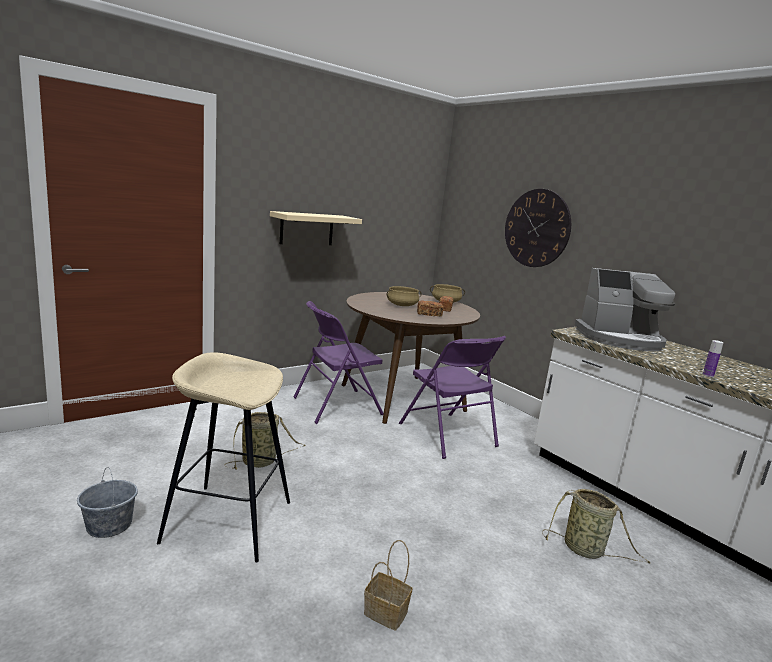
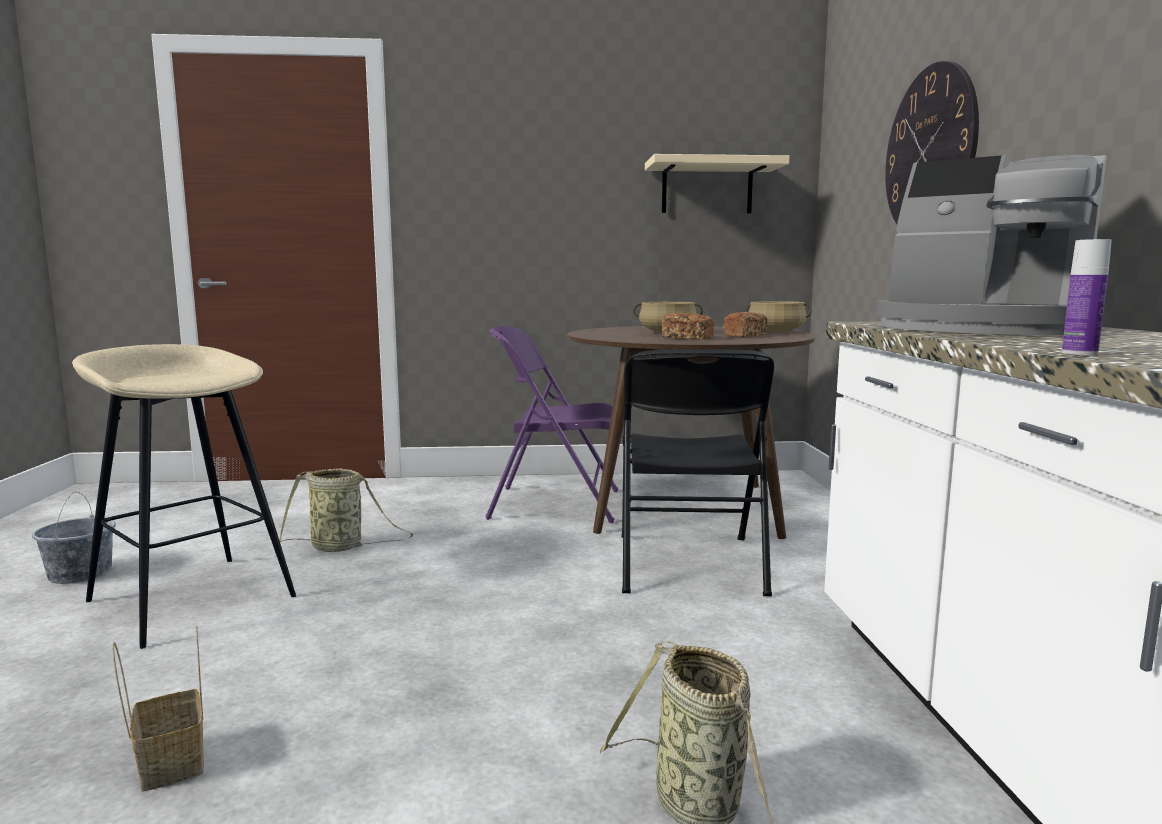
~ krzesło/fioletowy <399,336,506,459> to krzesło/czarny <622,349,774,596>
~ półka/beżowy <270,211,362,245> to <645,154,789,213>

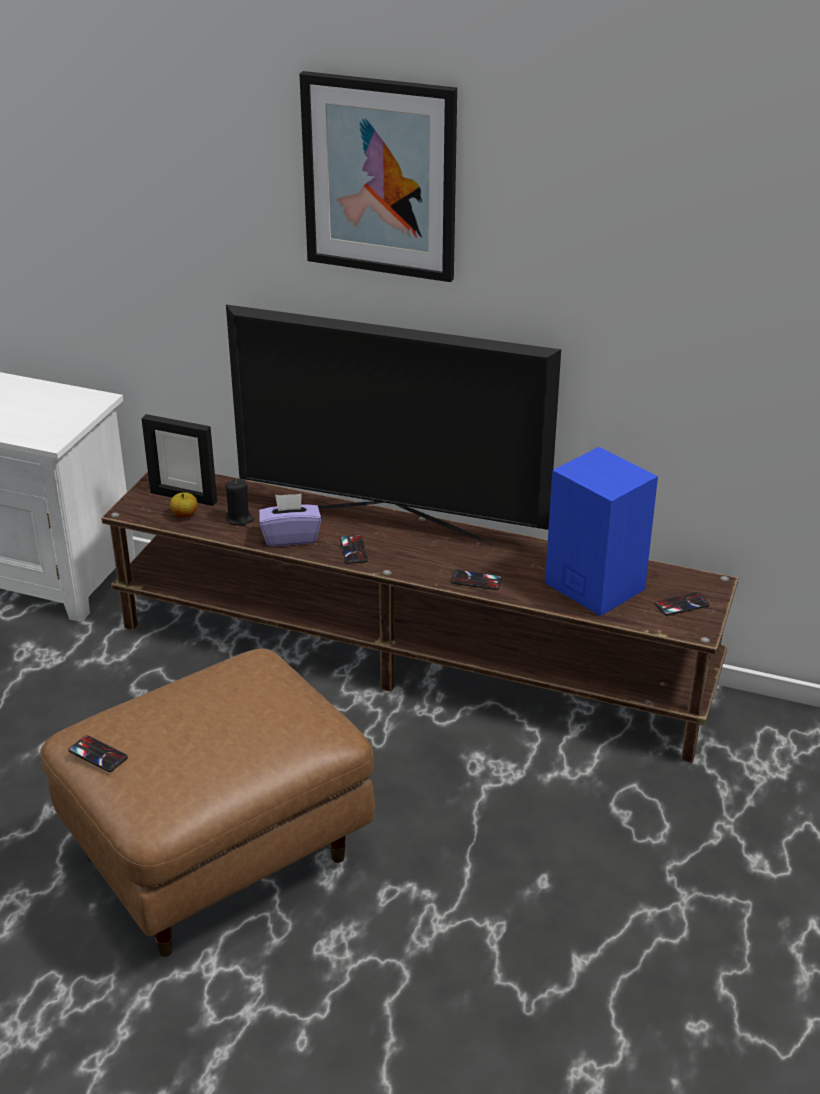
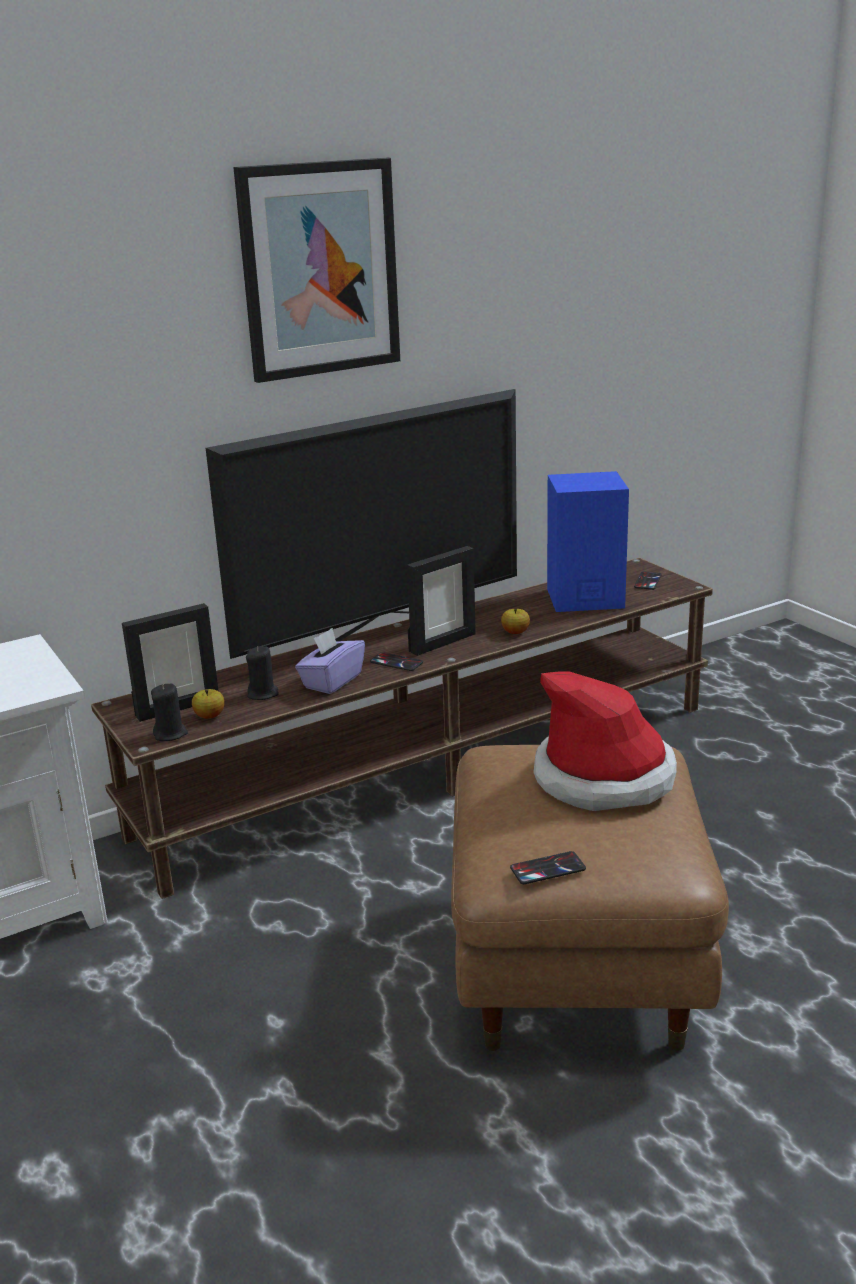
+ świeca/czarny <151,683,188,741>
+ ramka na zdjęcie <407,546,476,656>
~ telefon <450,570,502,590> to jabłko <501,609,530,634>
+ kapelusz <533,671,677,811>

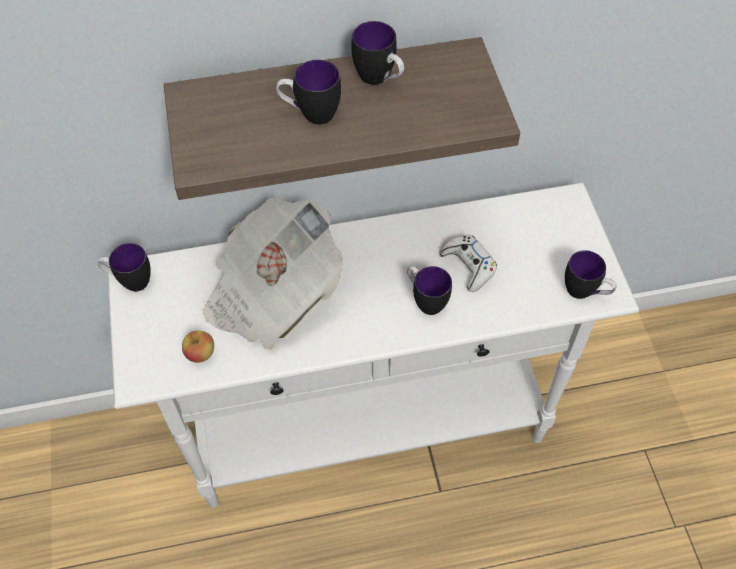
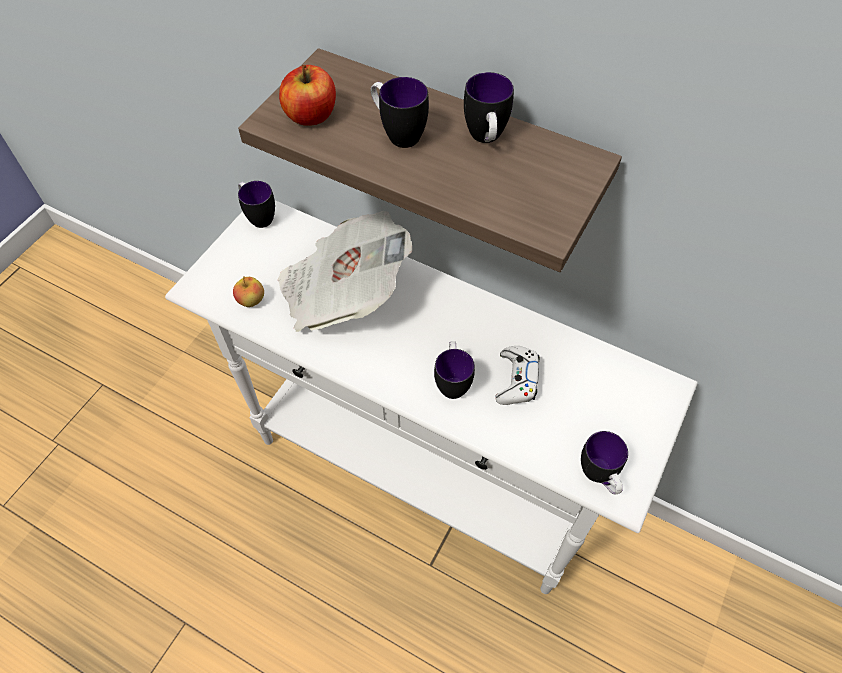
+ jabłko <279,65,336,126>

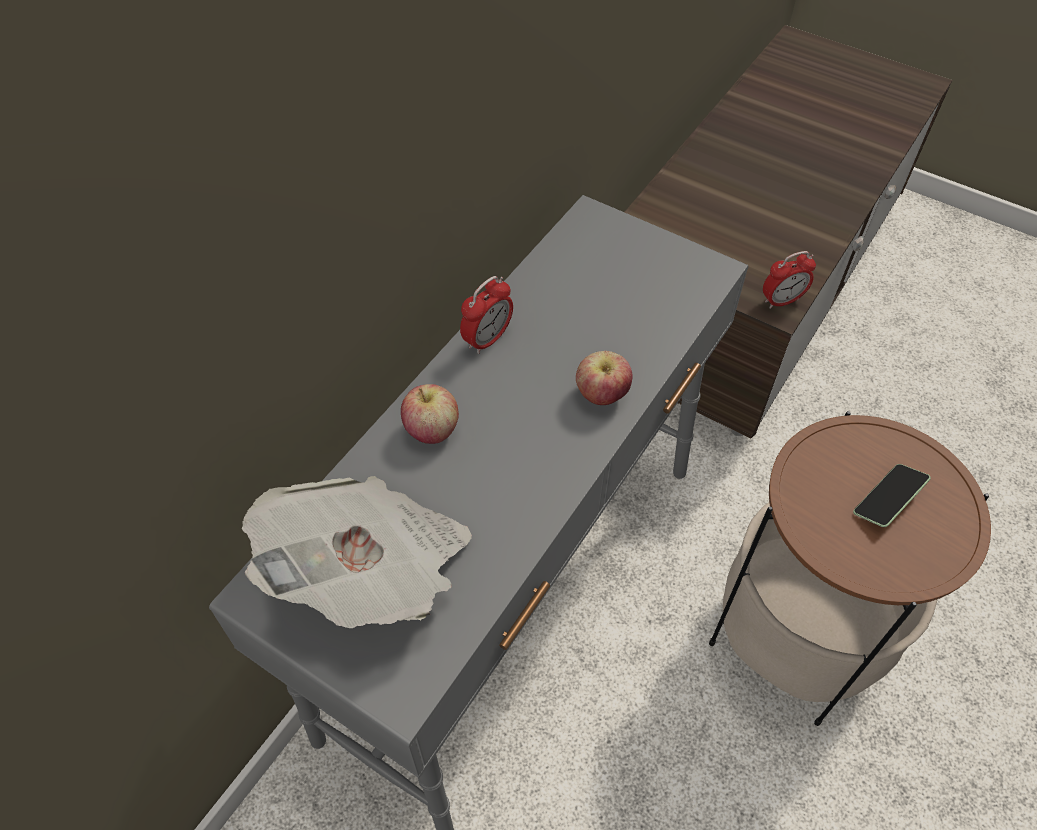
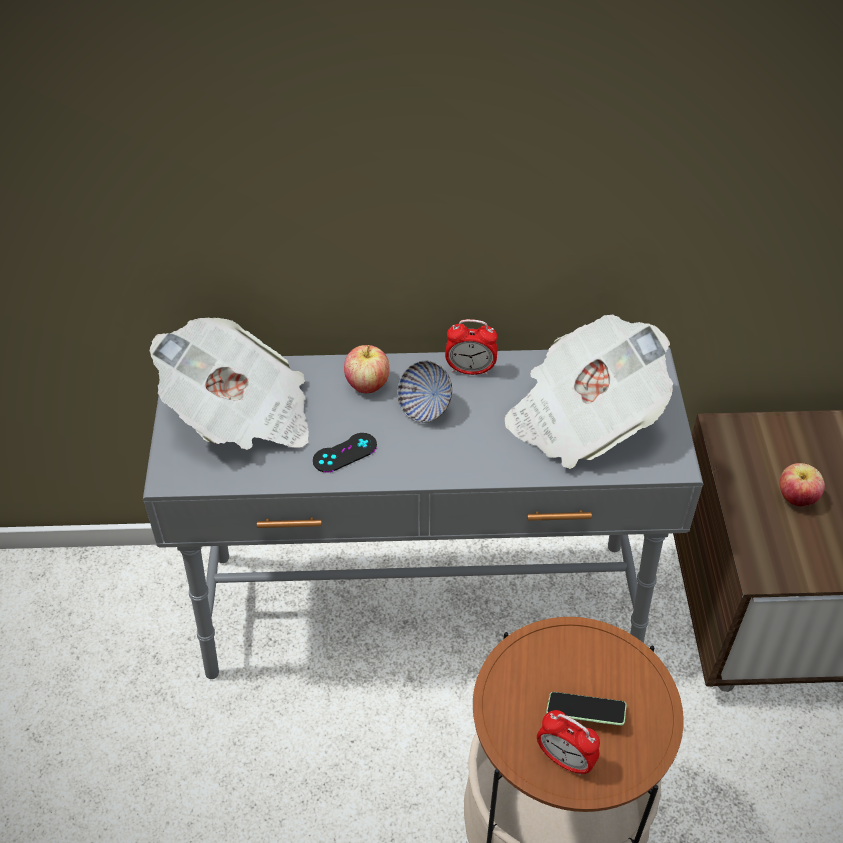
+ pad do gier/czarny <313,433,377,473>
+ miska <397,361,452,423>
+ gazeta <505,314,673,469>
~ budzik <763,251,816,309> to <537,710,600,775>
~ jabłko <576,351,633,405> to <780,463,825,507>

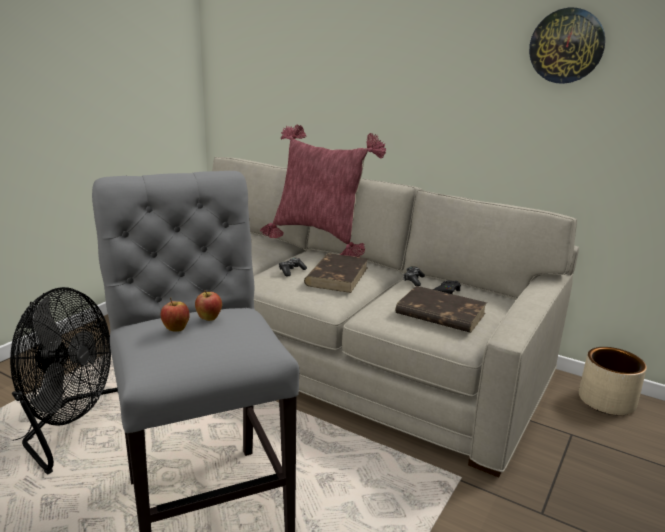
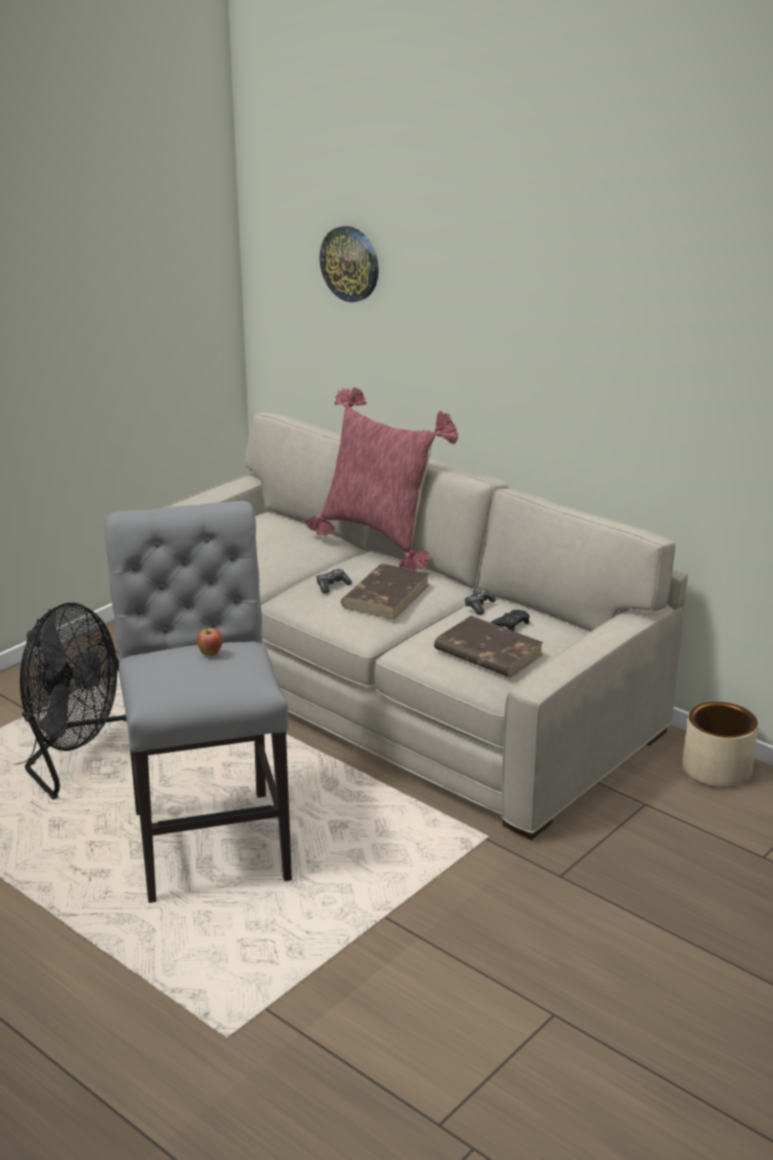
~ zegar ścienny <529,8,605,84> to <320,226,379,302>
- jabłko <161,298,190,332>

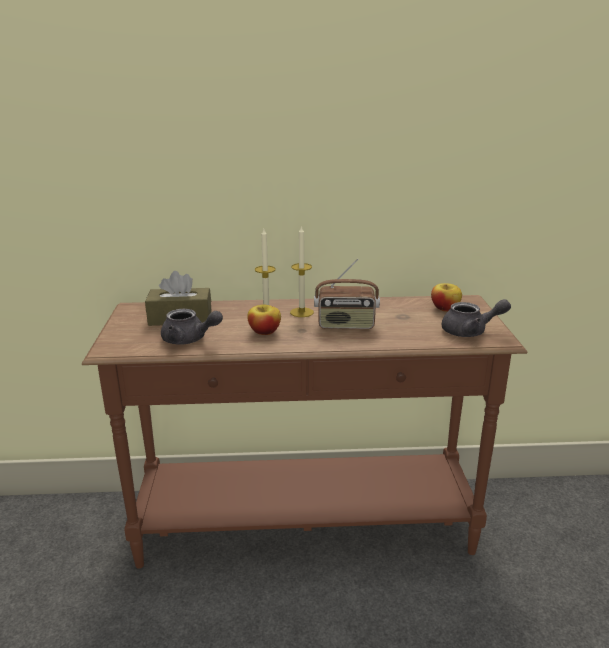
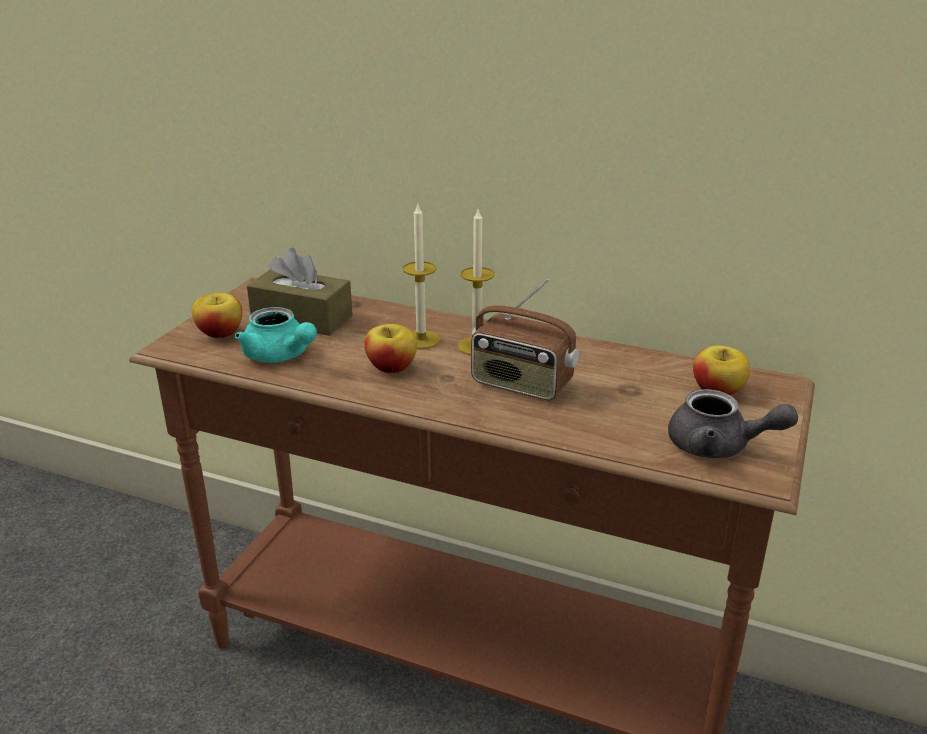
+ jabłko <192,293,242,338>
~ imbryk/szary <161,309,223,344> to imbryk/turkusowy <235,307,317,363>

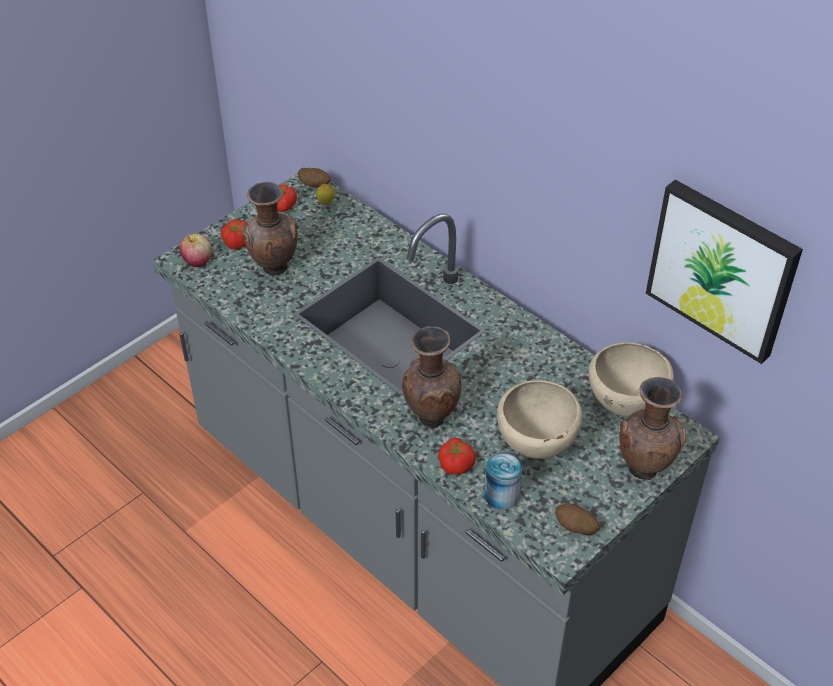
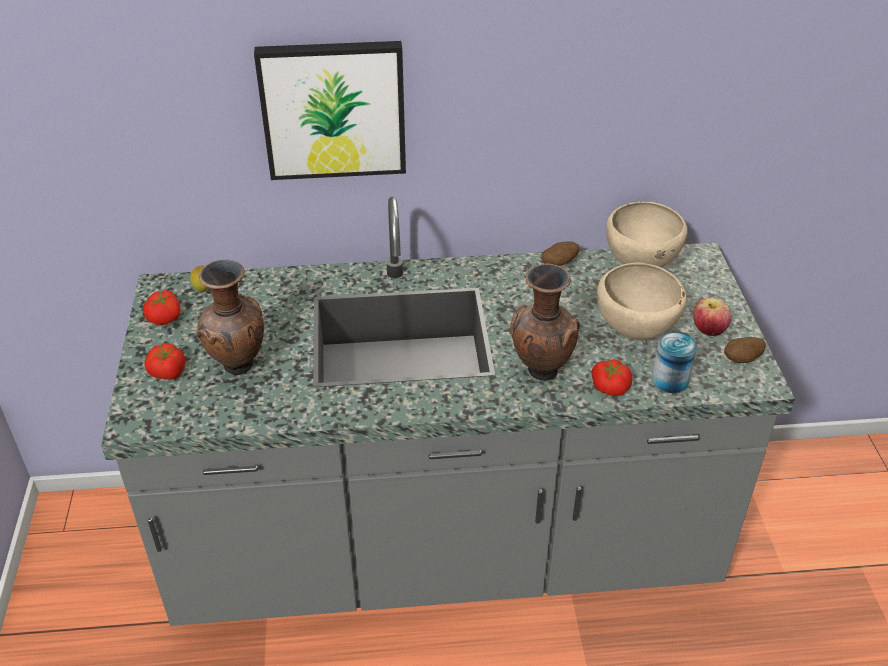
~ obraz <646,180,803,364> to <254,41,406,180>
~ ziemniak <298,168,330,188> to <541,241,580,266>
~ jabłko <180,233,212,267> to <693,297,732,336>
- wazon/brązowy <619,377,686,480>

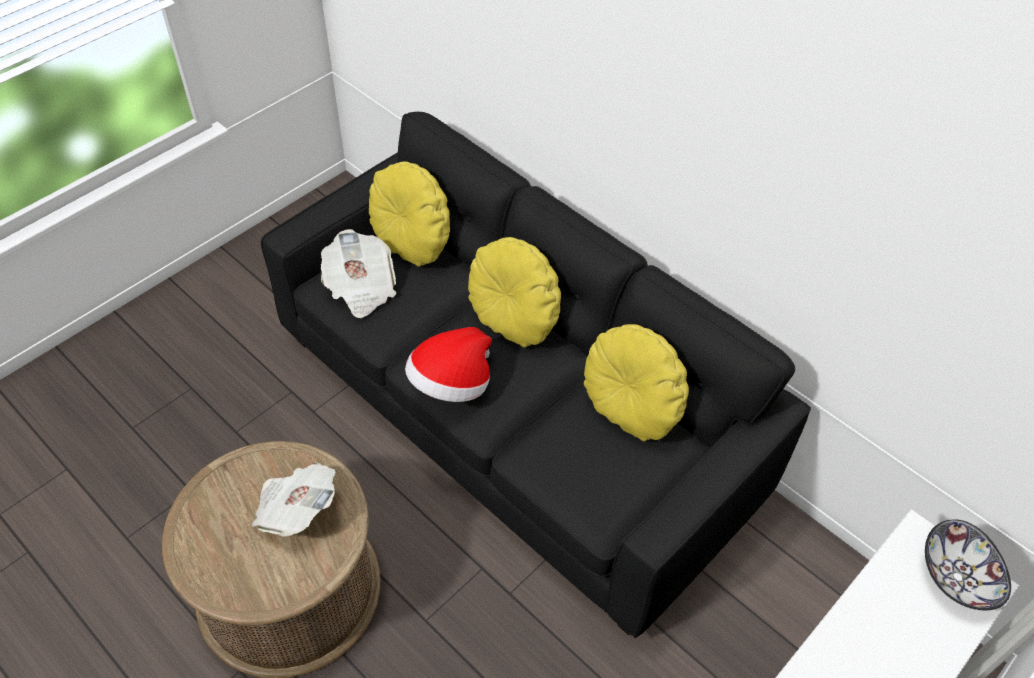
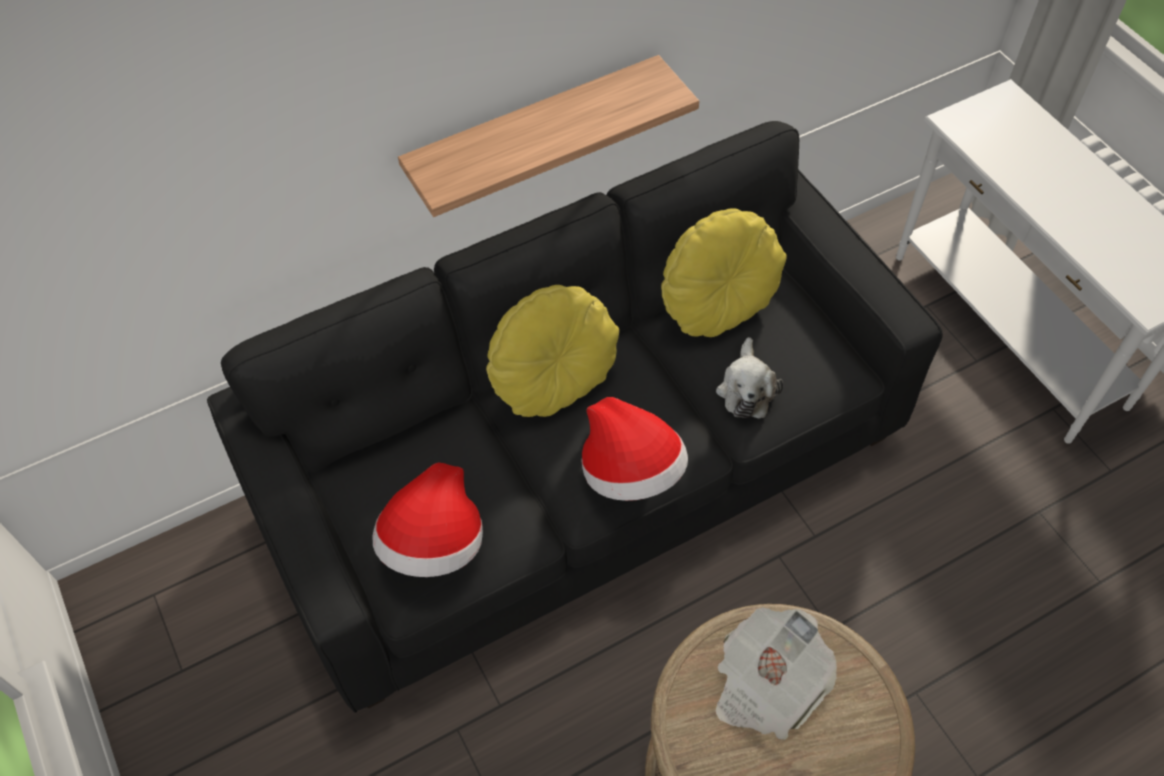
~ gazeta <321,229,396,318> to kapelusz <372,463,483,577>
+ półka <398,55,699,217>
+ pluszak <716,337,783,418>
- poduszka/żółty <369,161,450,267>
- miska <925,519,1011,611>

